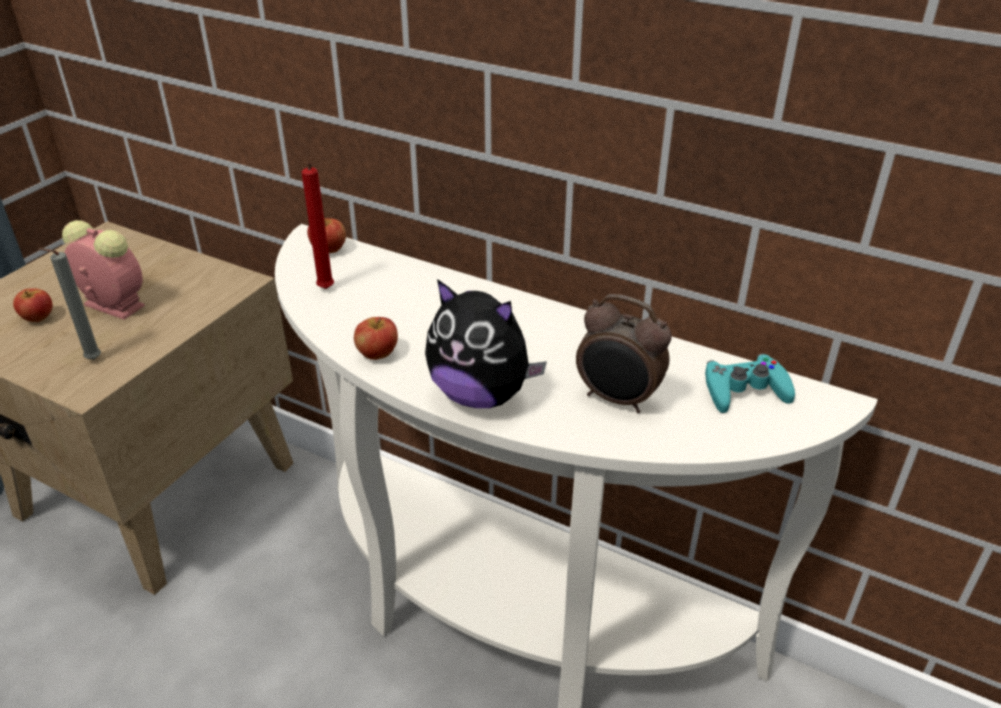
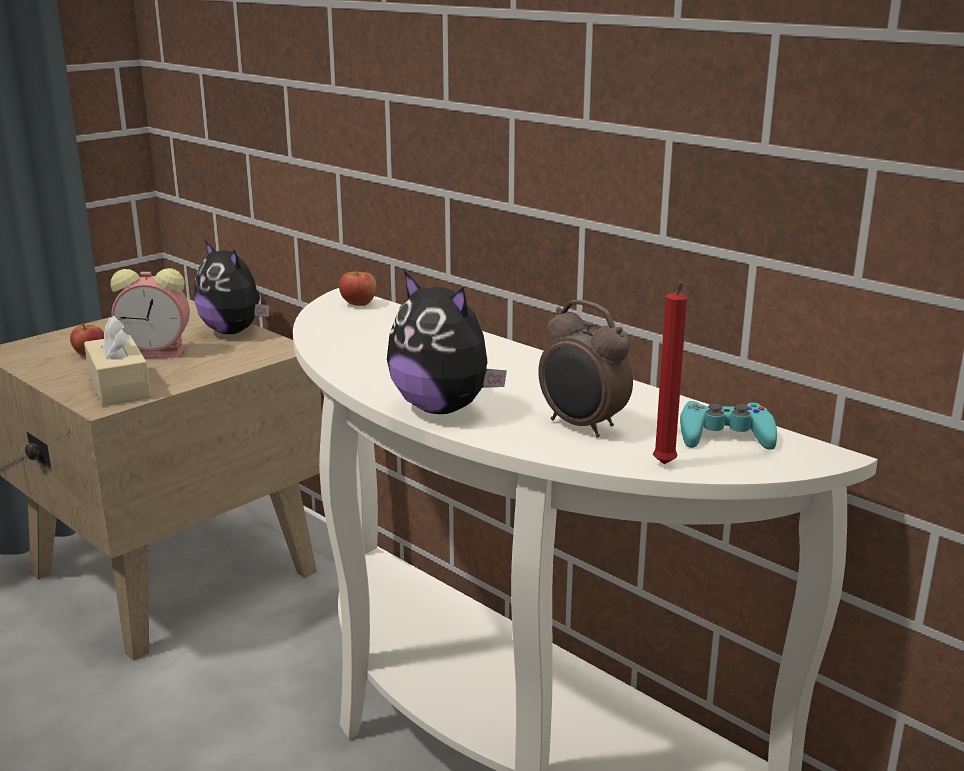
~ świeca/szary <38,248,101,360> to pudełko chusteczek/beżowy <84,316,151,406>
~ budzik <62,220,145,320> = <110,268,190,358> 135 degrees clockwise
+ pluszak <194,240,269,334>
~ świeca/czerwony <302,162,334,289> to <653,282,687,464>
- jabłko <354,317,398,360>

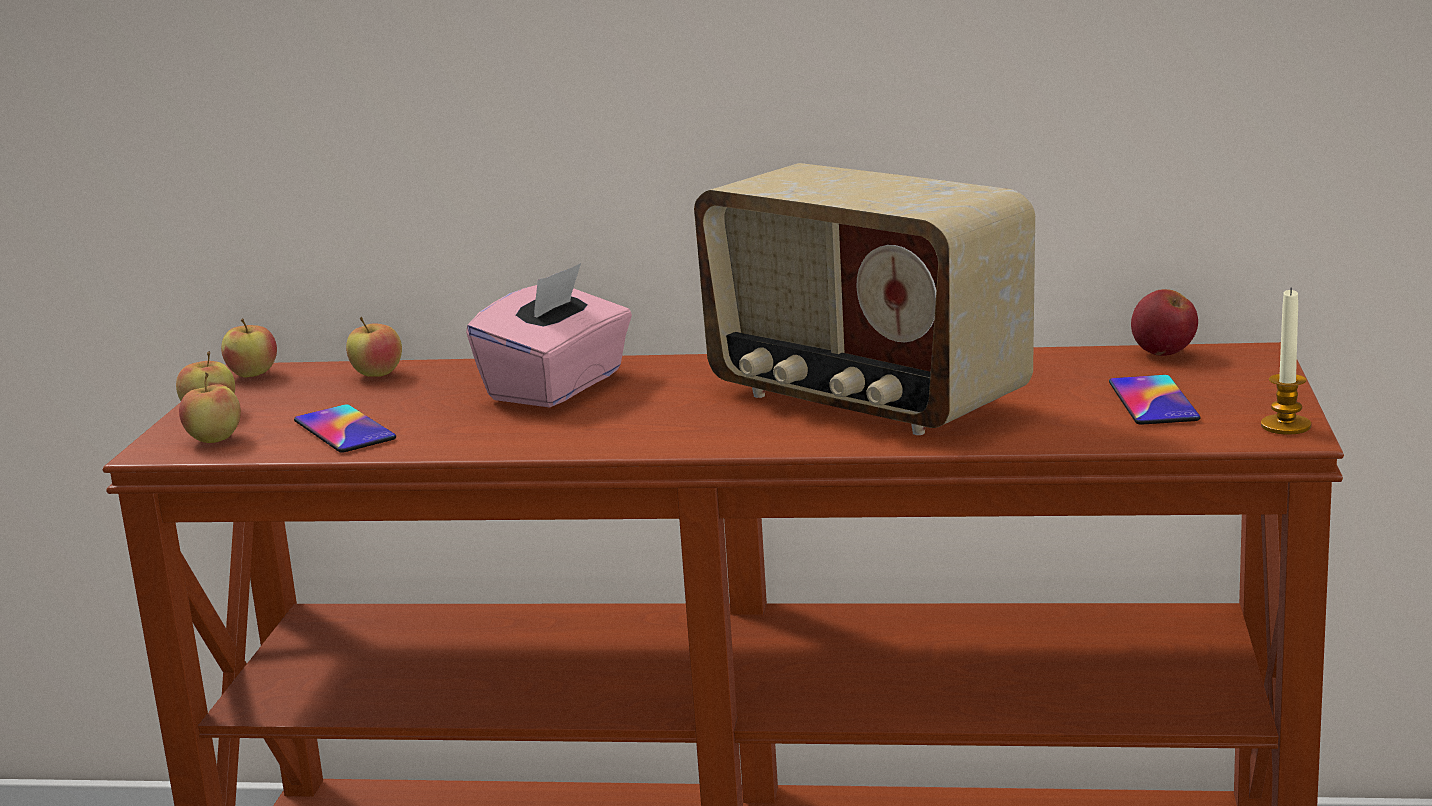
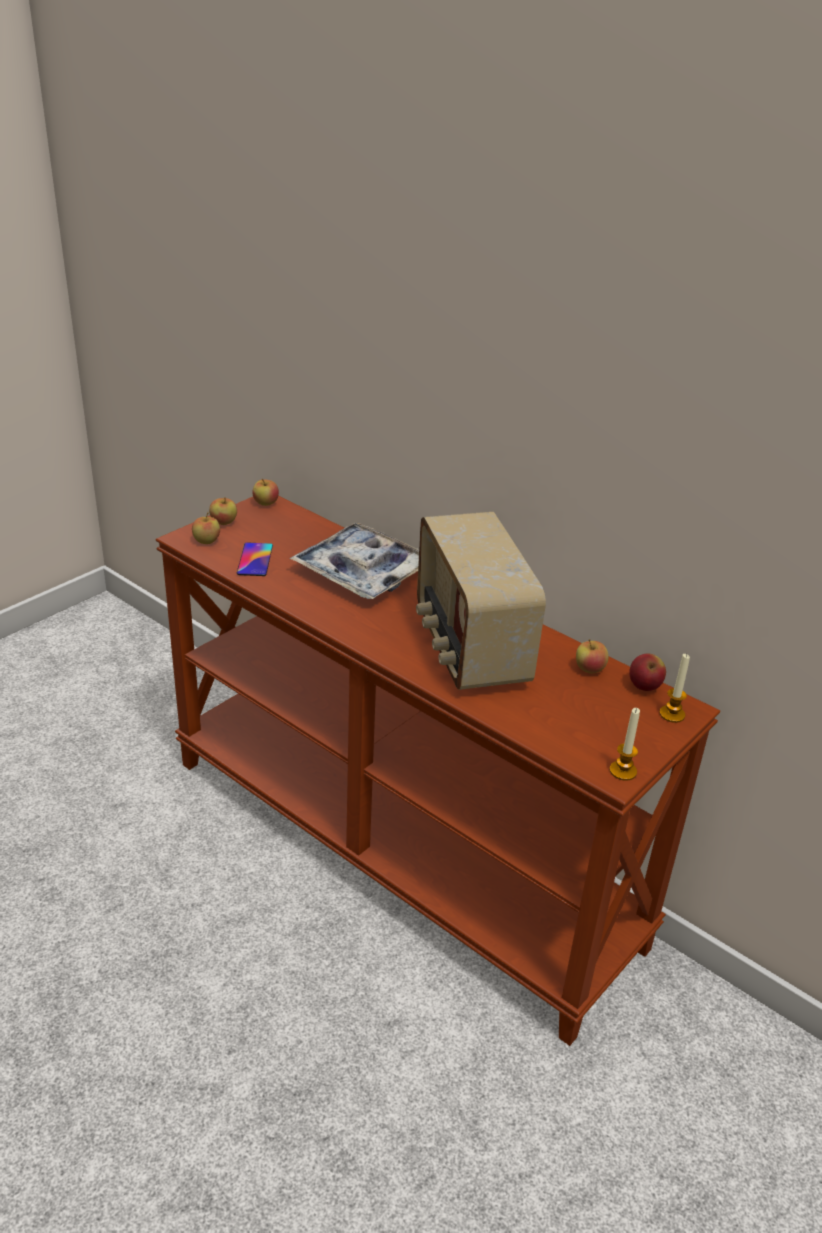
~ pudełko chusteczek/różowy <466,263,632,407> to taca <289,523,419,599>
~ jabłko <346,317,402,377> to <576,639,608,673>
+ świeca <659,654,690,723>
- telefon <1109,375,1201,425>

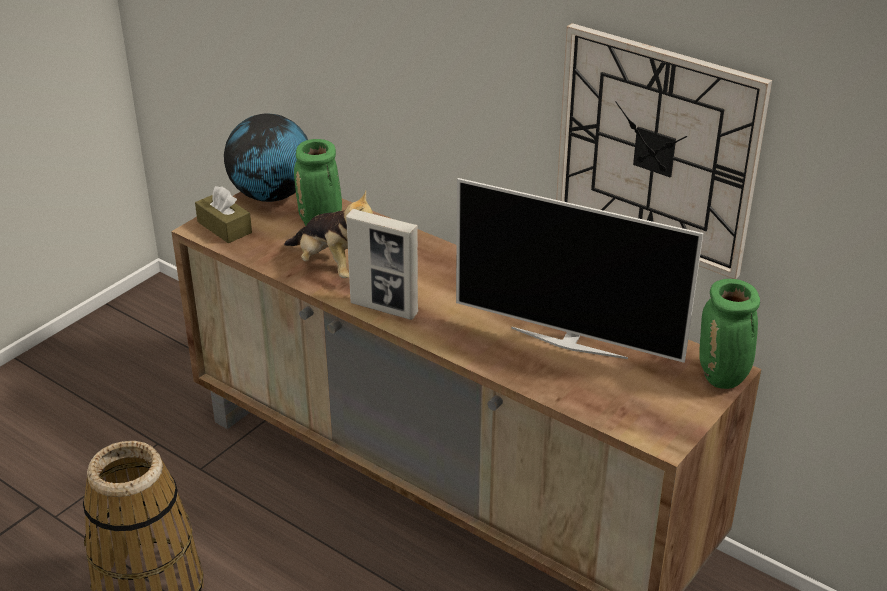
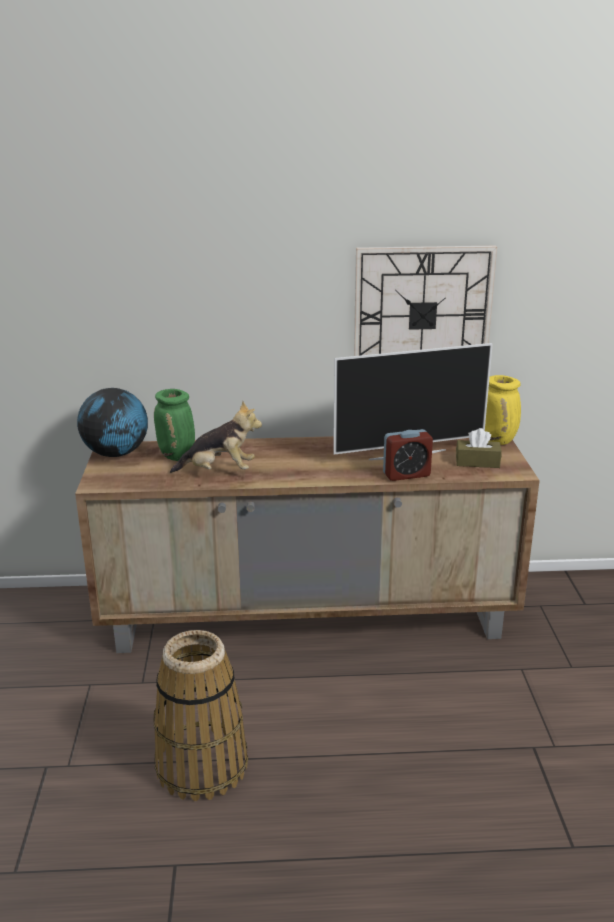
+ budzik <383,429,433,481>
~ pudełko chusteczek/brązowy <195,186,252,243> to <456,428,502,468>
~ wazon/zielony <700,279,760,389> to wazon/żółty <485,375,521,445>
- ramka na zdjęcie <346,209,418,320>

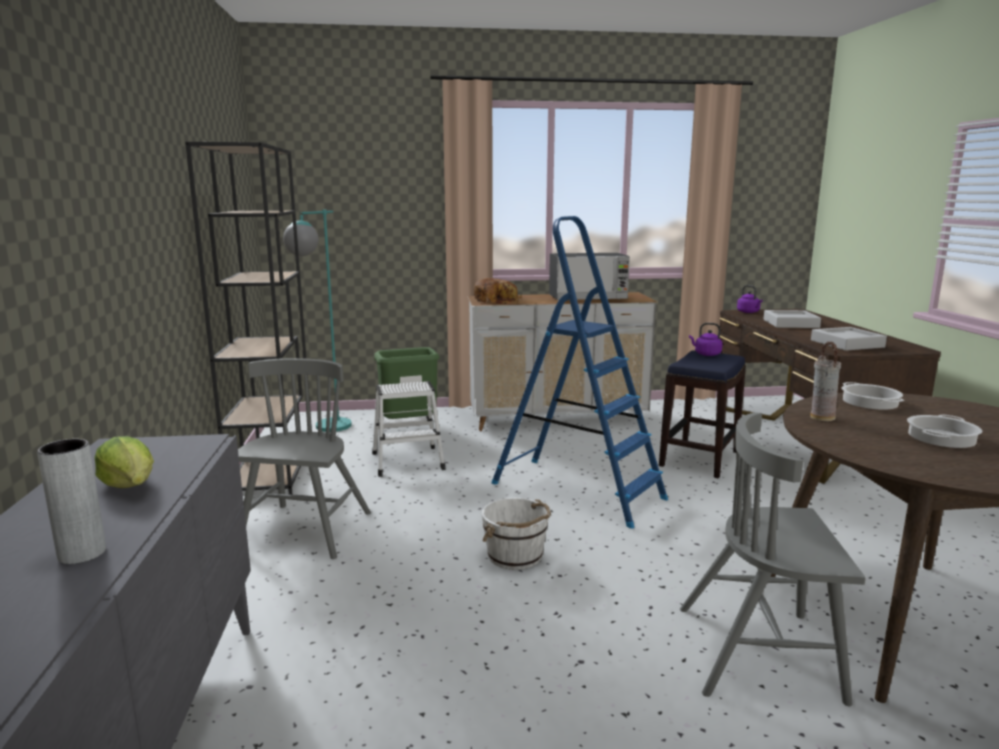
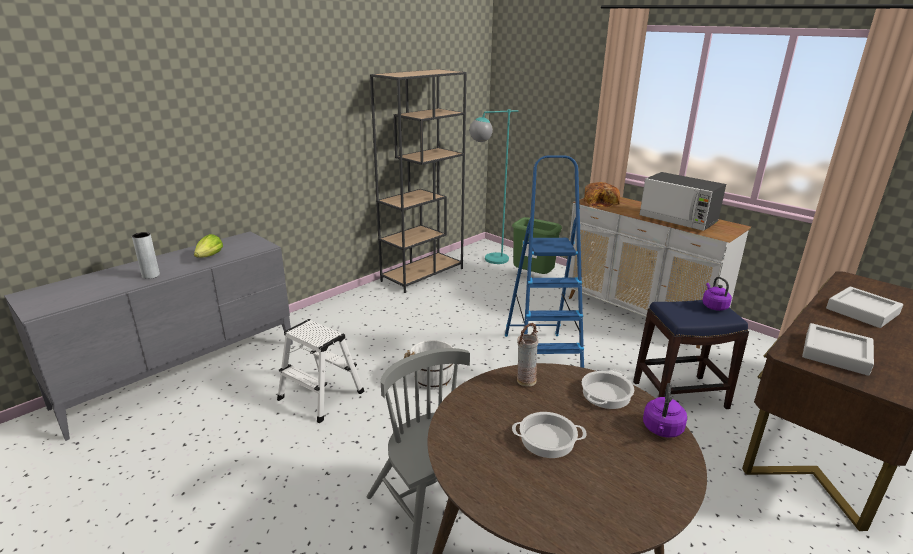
~ drabinka/biały <372,381,446,477> to <277,319,364,423>
~ czajnik/fioletowy <737,285,763,313> to <643,383,687,438>
- krzesło/szary <238,358,371,559>

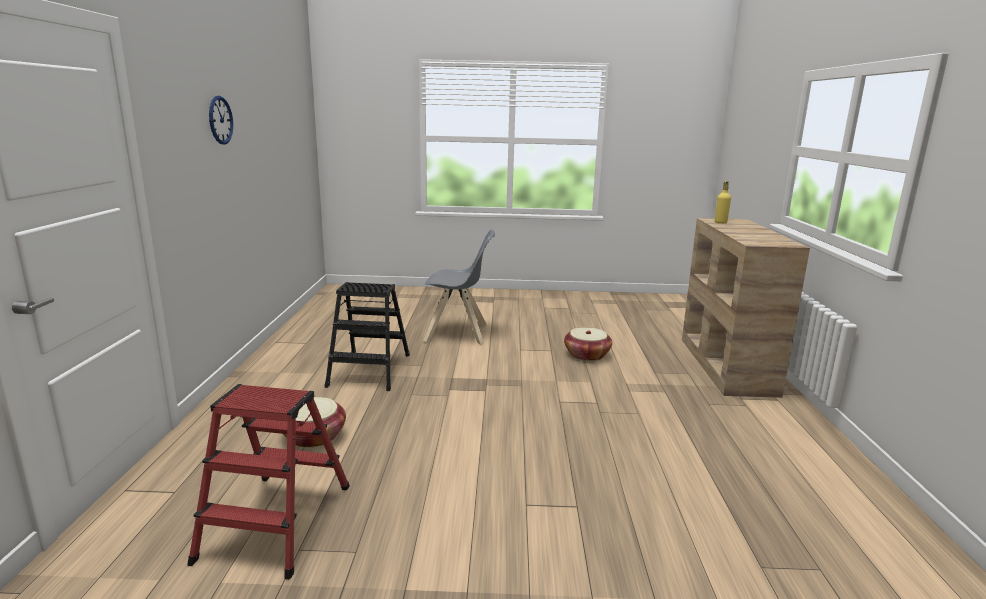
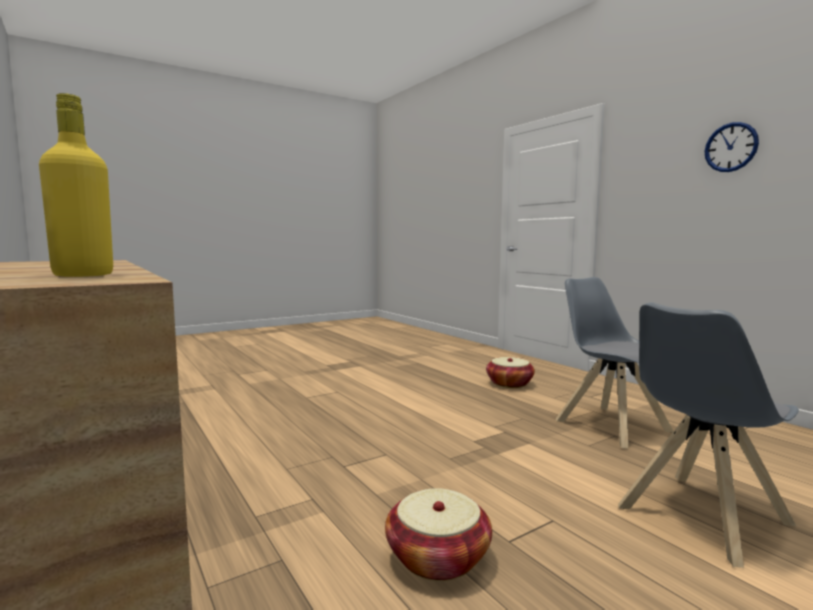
~ drabinka/czarny <324,282,410,391> to krzesło/szary <556,277,674,449>
- drabinka/czerwony <187,384,350,580>

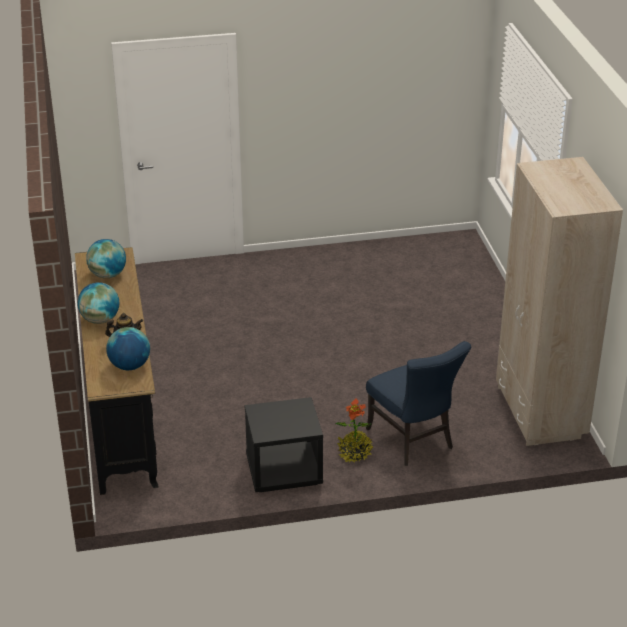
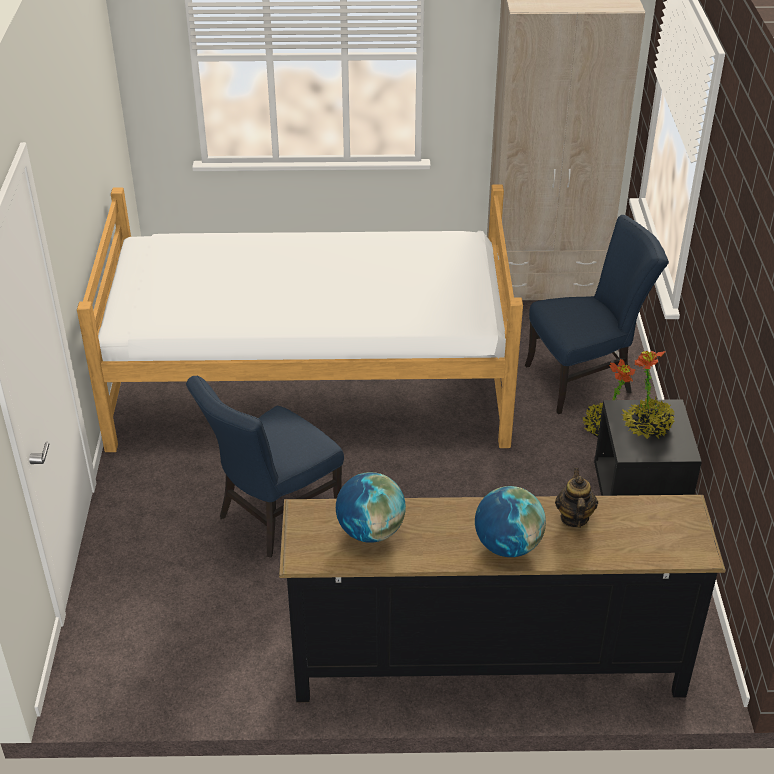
+ łóżko <77,185,523,452>
+ krzesło/niebieski <186,375,344,558>
+ roślina doniczkowa <622,351,675,439>
- globus <106,327,150,370>

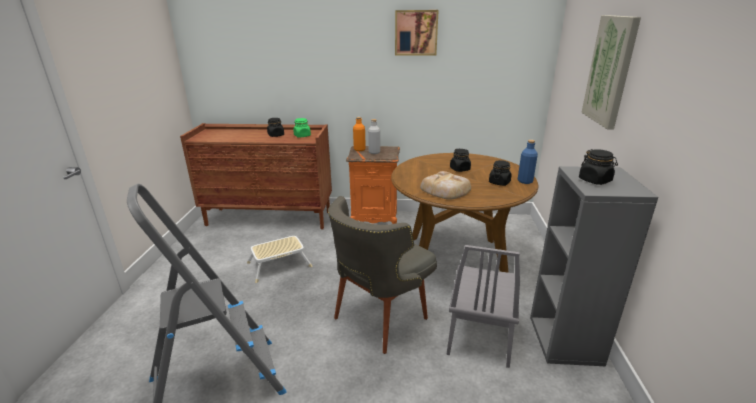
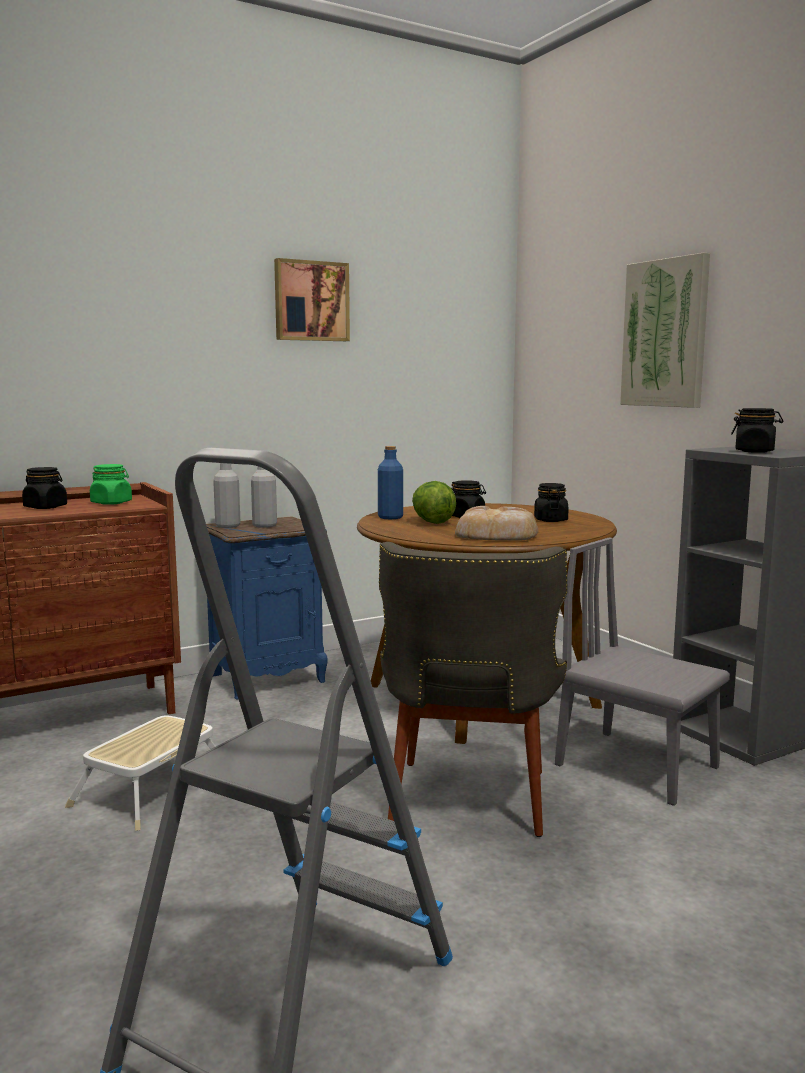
~ szafka nocna/pomarańczowy <346,146,400,224> to szafka nocna/niebieski <206,516,328,699>
~ butelka/pomarańczowy <353,117,366,151> to butelka/szary <213,463,241,528>
~ butelka/niebieski <518,140,538,184> to <378,446,403,519>
+ sałata <412,481,456,524>
~ krzesło/szary <447,245,520,368> = <555,538,730,806> 150 degrees clockwise

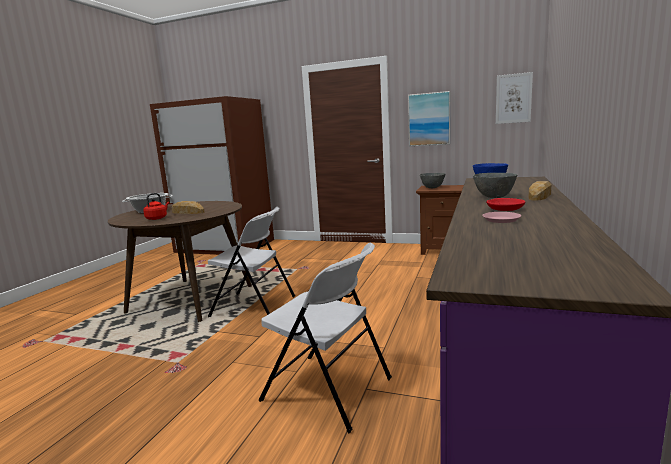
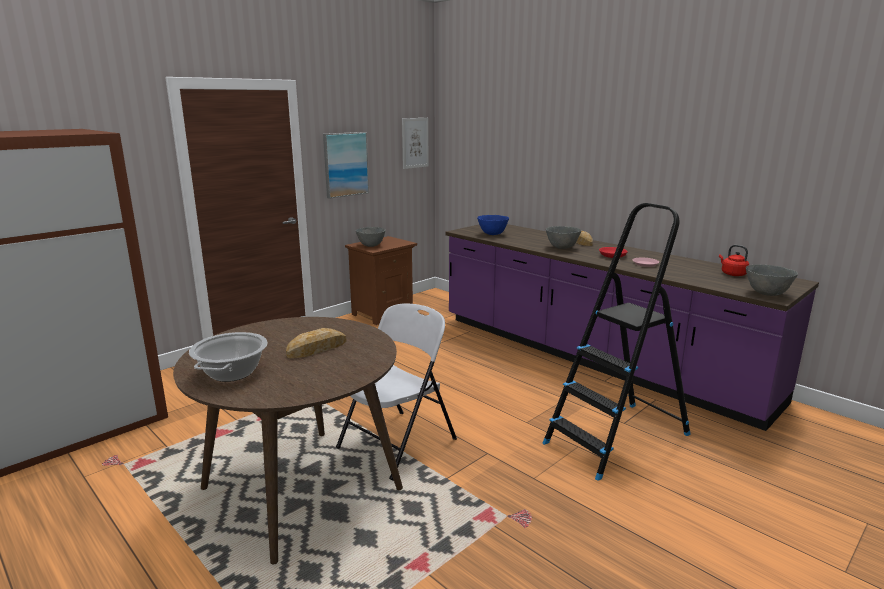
~ krzesło/biały <259,242,392,433> to drabinka/czarny <543,203,691,481>
~ czajnik/czerwony <143,193,169,220> to <719,245,749,276>
+ miska/szary <746,264,798,296>

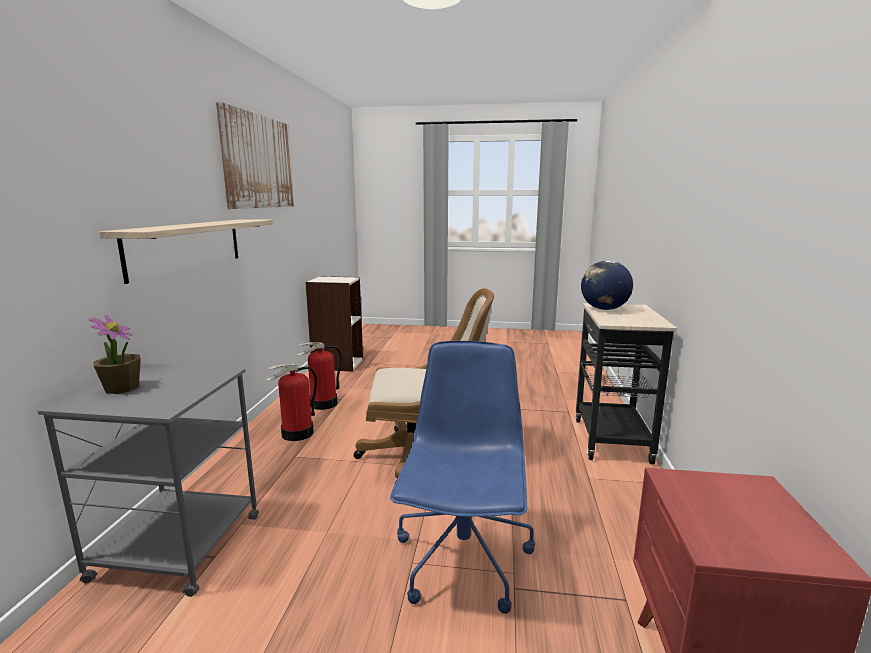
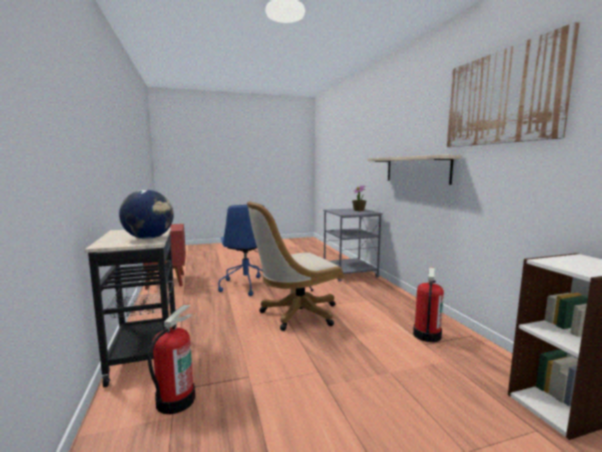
~ gaśnica <266,364,317,441> to <148,305,195,414>

